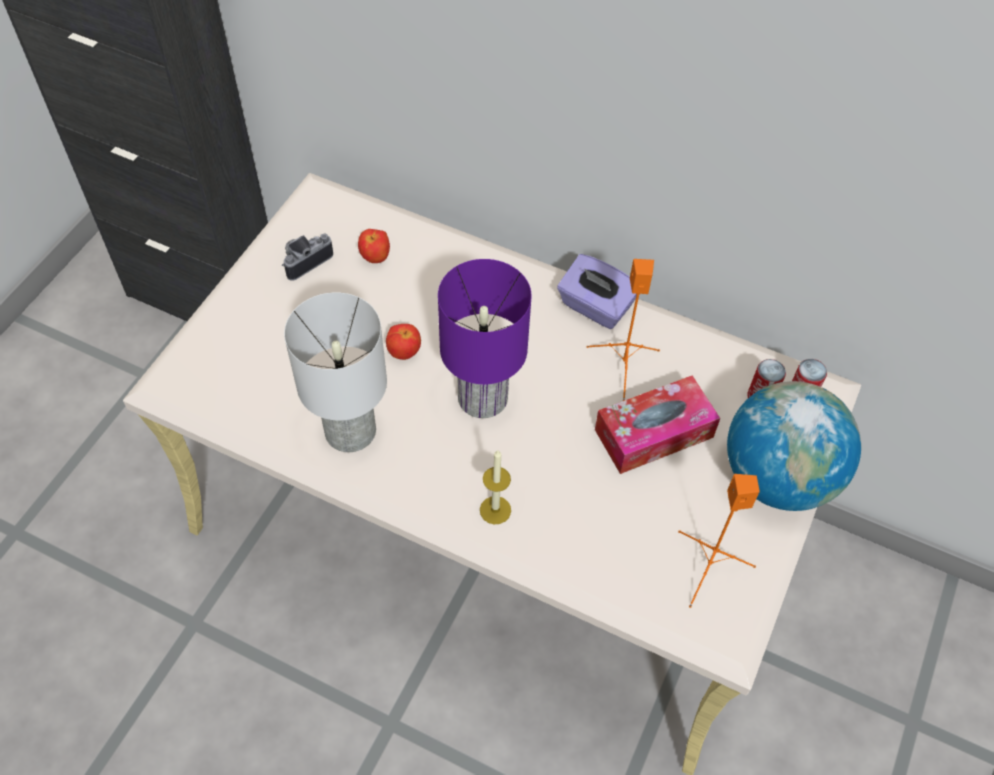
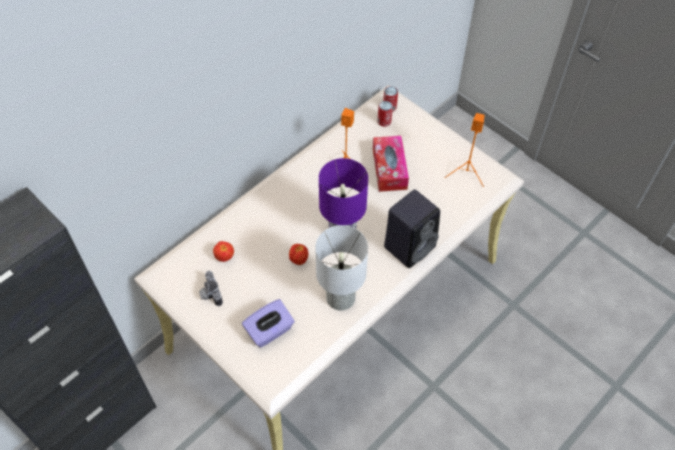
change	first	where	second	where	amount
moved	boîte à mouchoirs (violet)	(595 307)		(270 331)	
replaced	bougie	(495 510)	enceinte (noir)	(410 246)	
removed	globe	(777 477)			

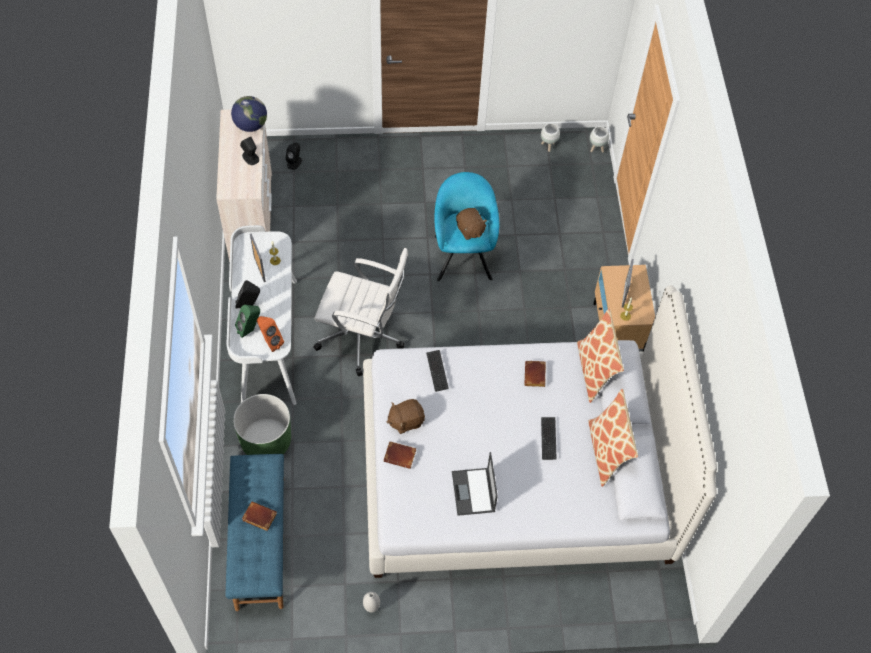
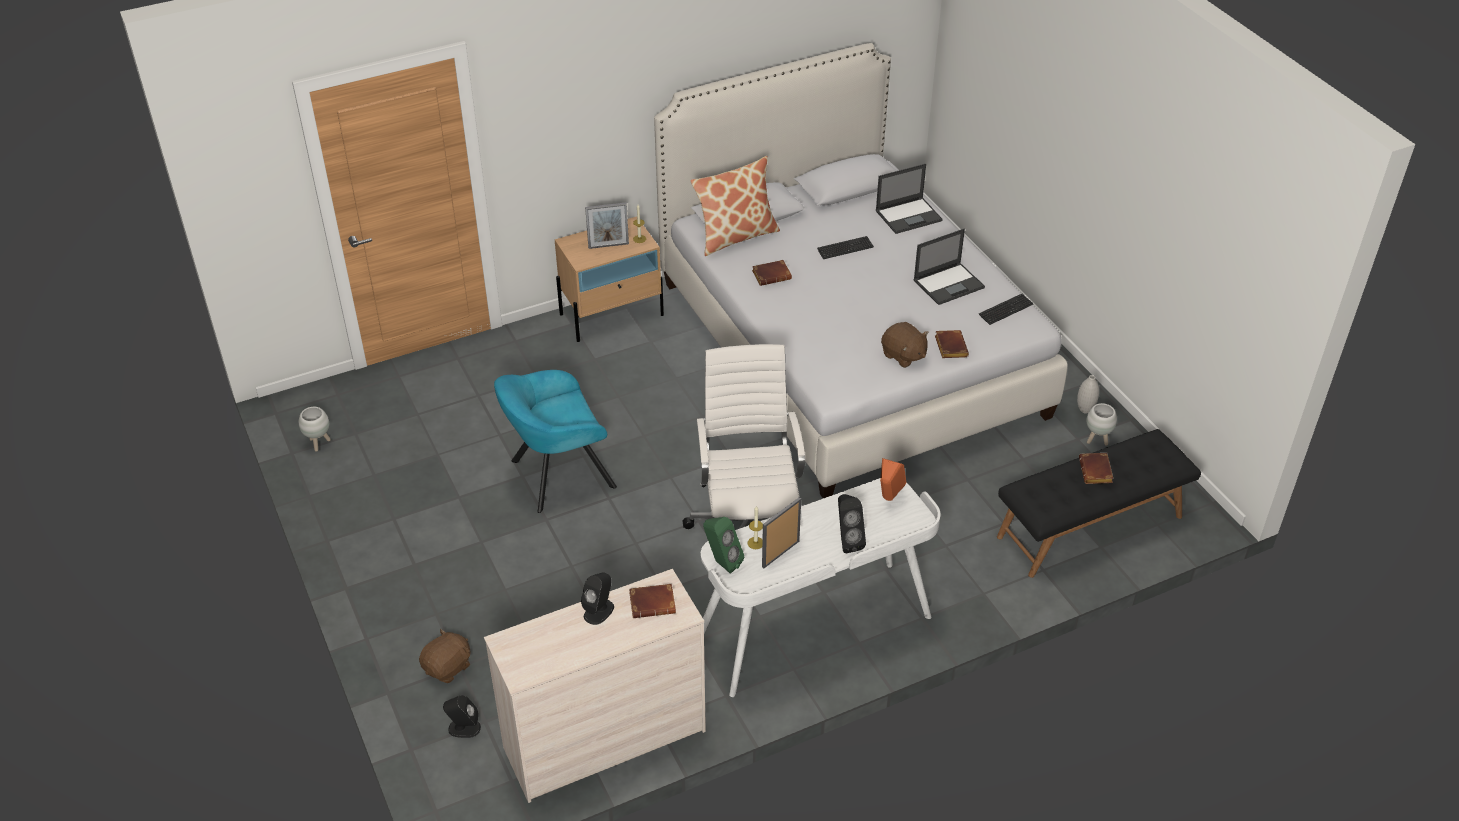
change	first	where	second	where	amount
moved	peluche (marron)	(470 230)		(448 667)	
added			livre (marron)	(653 603)	
moved	enceinte (vert)	(250 330)		(722 562)	
added			ordinateur portable	(909 215)	
moved	clavier	(437 371)		(1005 310)	
recoloured	banc (bleu)	(259 542)	banc (noir)	(1090 527)	
moved	cache-pot (blanc)	(596 149)		(1097 440)	
removed	globe	(251 125)			
removed	cache-pot (vert)	(266 441)			
removed	coussin	(607 452)			

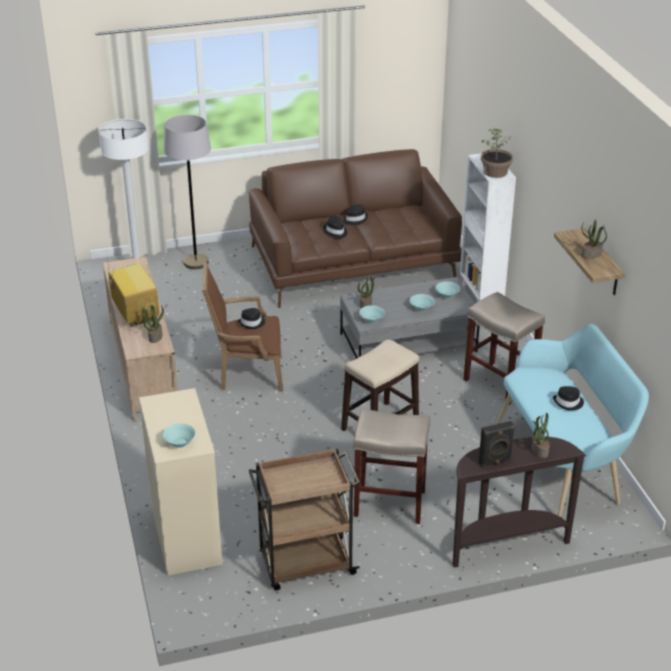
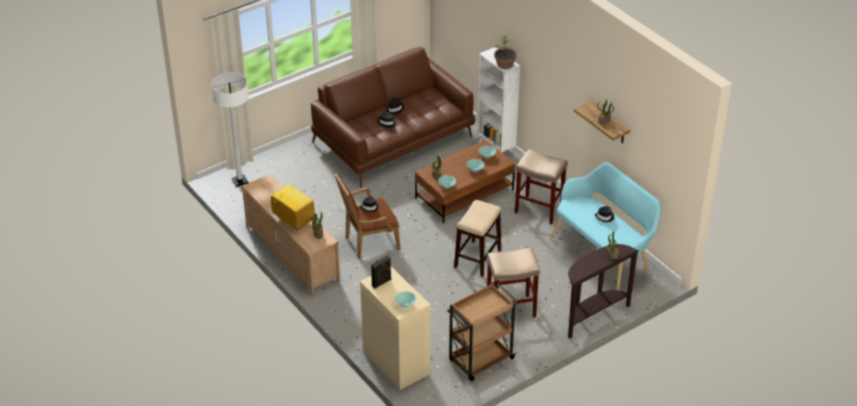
change	first	where	second	where	amount
moved	enceinte (noir)	(495 462)		(382 283)	
recoloured	table basse (gris)	(408 343)	table basse (marron)	(464 194)	
removed	lampadaire (gris)	(196 262)			

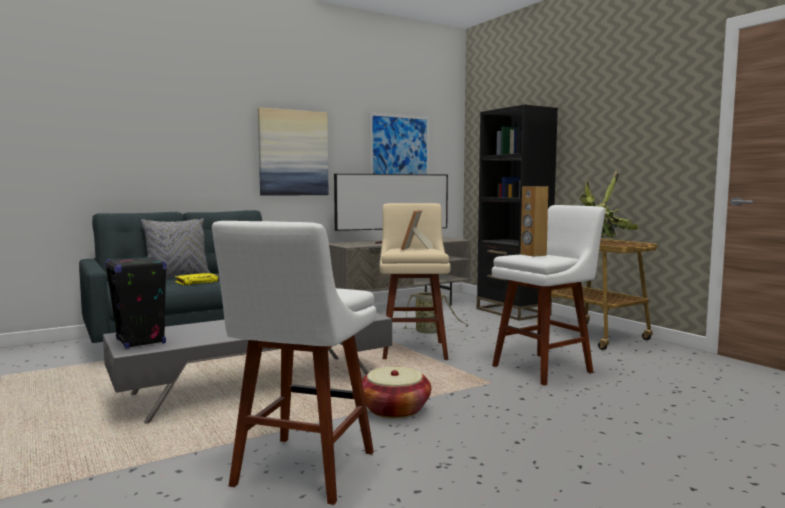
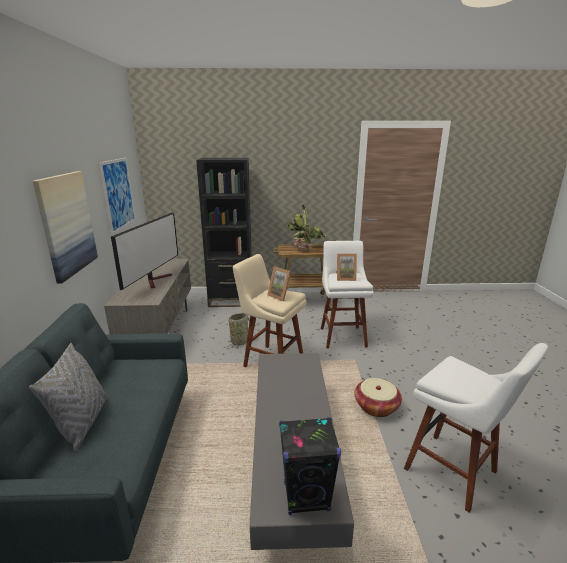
change	first	where	second	where	amount
replaced	enceinte (marron)	(533 255)	cadre photo	(345 278)	
removed	livre (jaune)	(197 282)			

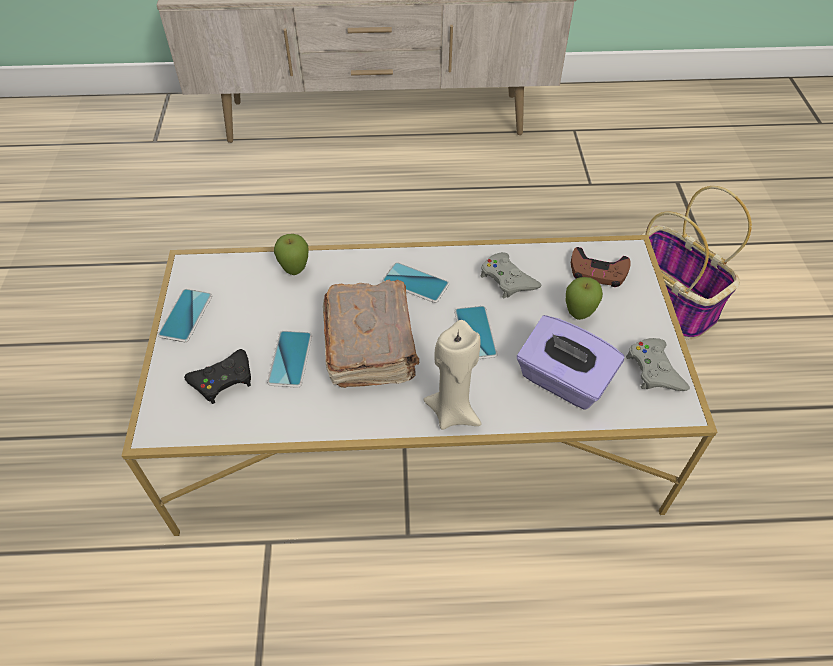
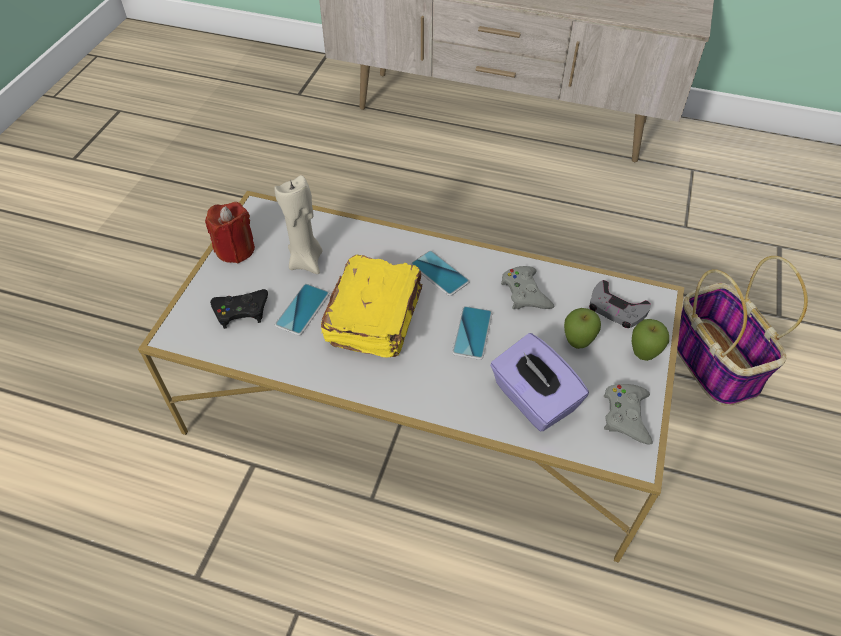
change	first	where	second	where	amount
replaced	téléphone	(186 316)	bougie (rouge)	(235 249)	
moved	bougie (beige)	(453 412)		(306 261)	
recoloured	livre (marron)	(371 345)	livre (jaune)	(376 317)	
recoloured	manette (marron)	(598 271)	manette (gris)	(616 309)	
moved	pomme	(295 271)		(643 355)	

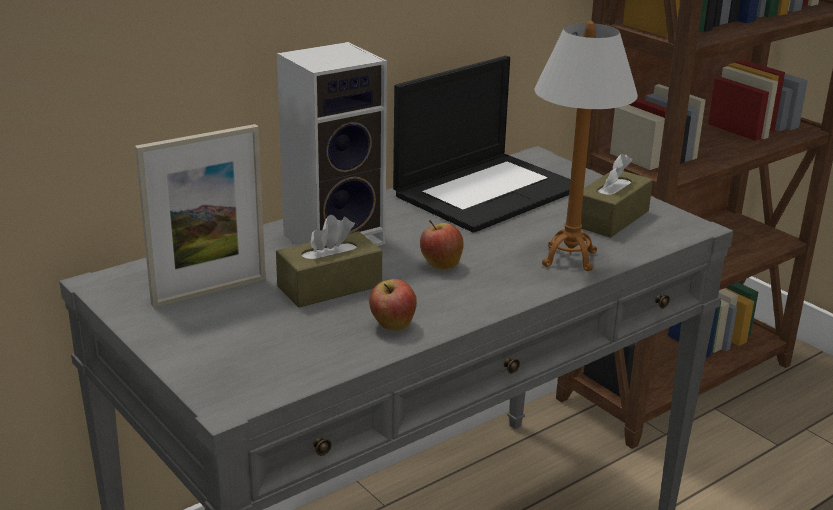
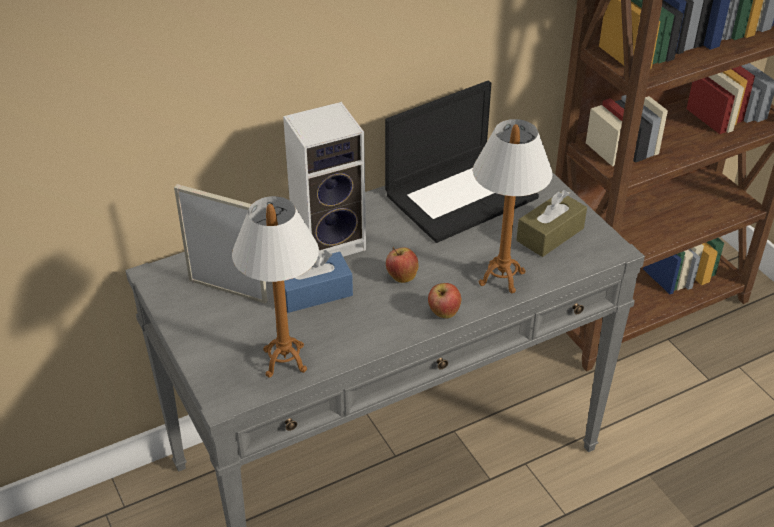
change	first	where	second	where	amount
turned	cadre photo	(209 291)		(228 290)	135 degrees counterclockwise
added			lampe de table	(285 361)	
recoloured	boîte à mouchoirs (marron)	(329 286)	boîte à mouchoirs (bleu)	(314 293)	
moved	pomme	(392 326)		(443 313)	

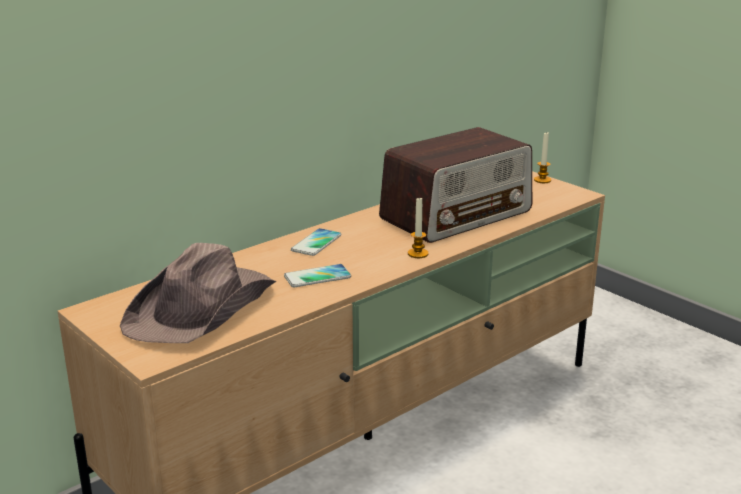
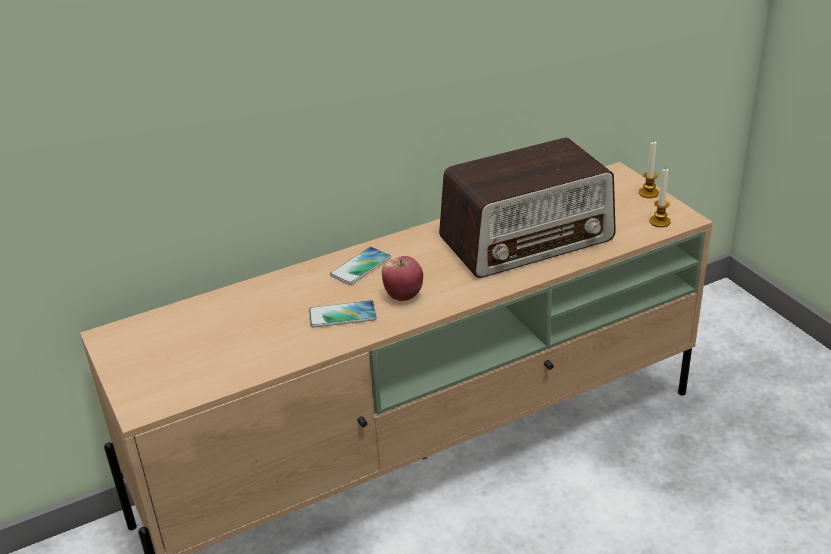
change	first	where	second	where	amount
added			pomme	(403 295)	
moved	bougie	(418 254)		(659 222)	
removed	chapeau (marron)	(203 308)			

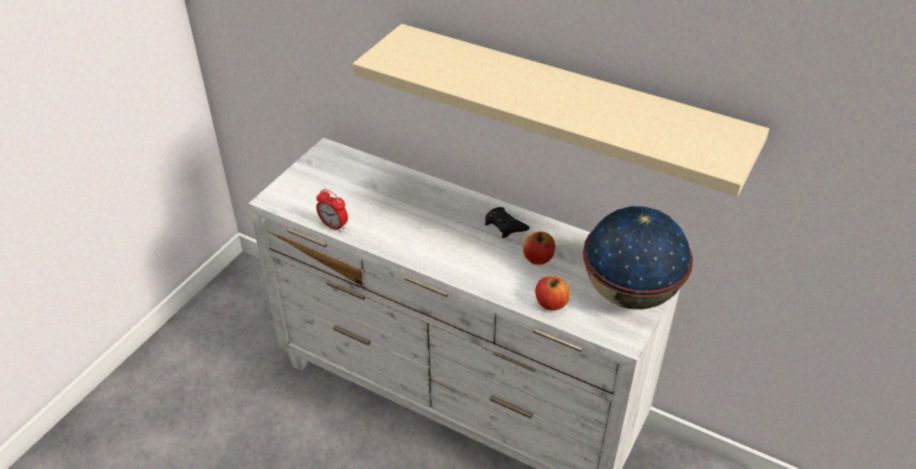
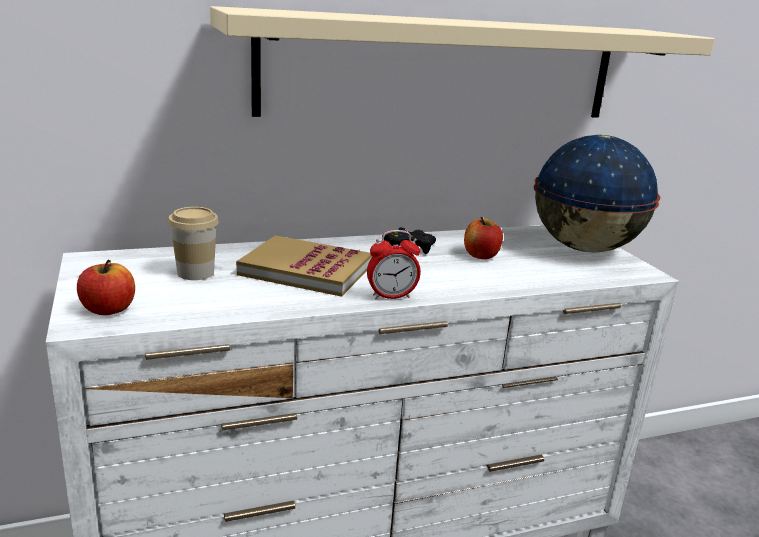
change	first	where	second	where	amount
moved	pomme	(551 303)		(108 309)	
added			tasse	(195 273)	
added			livre	(306 270)	
moved	réveil	(333 225)		(391 296)	

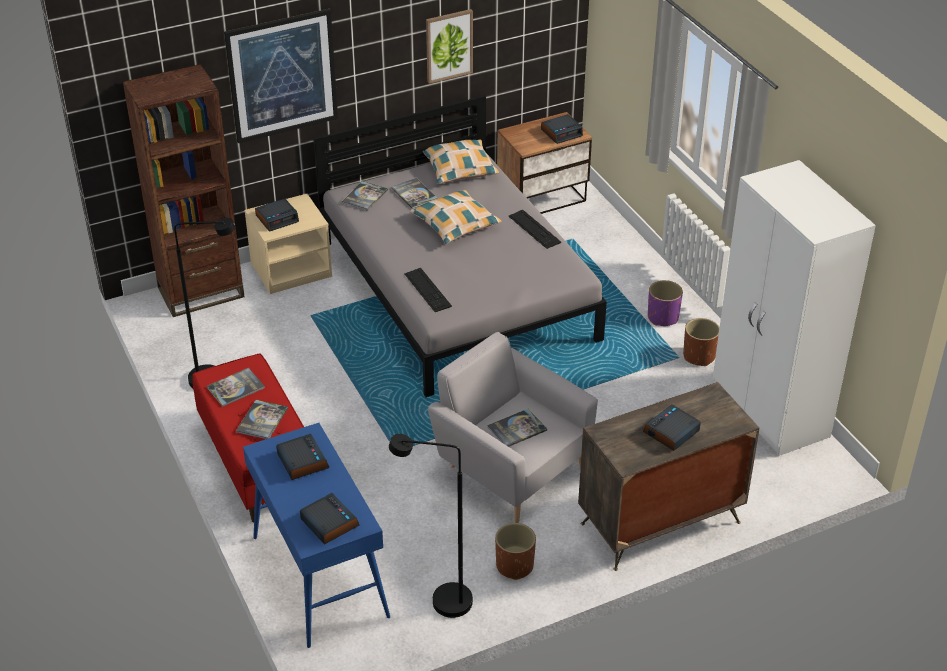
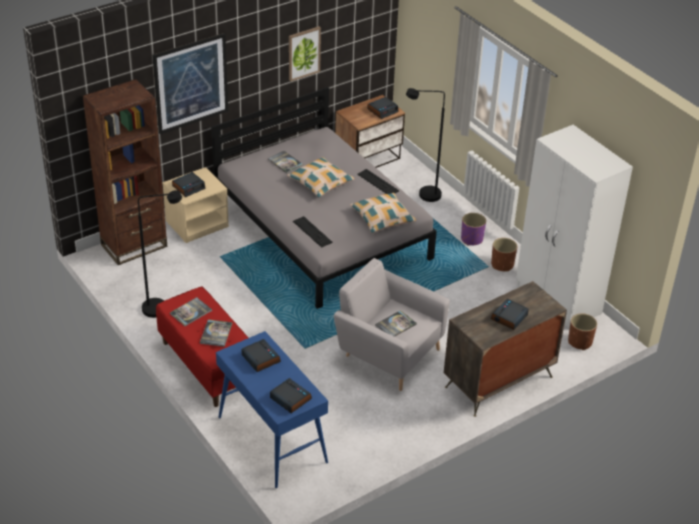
change	first	where	second	where	amount
moved	coussin	(459 168)		(382 218)	
moved	lampadaire (noir)	(440 602)		(423 195)	
moved	cache-pot (marron)	(514 566)		(579 342)	
removed	livre	(365 196)			

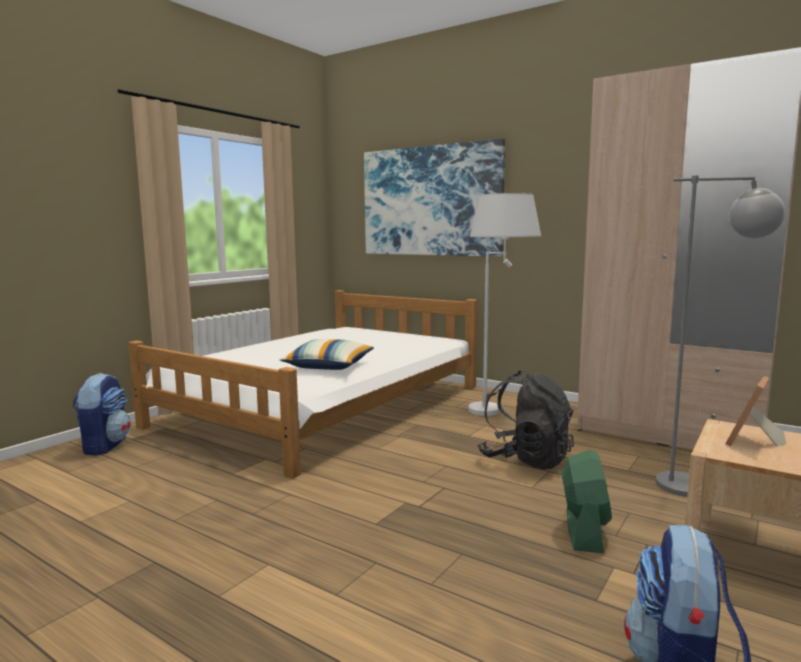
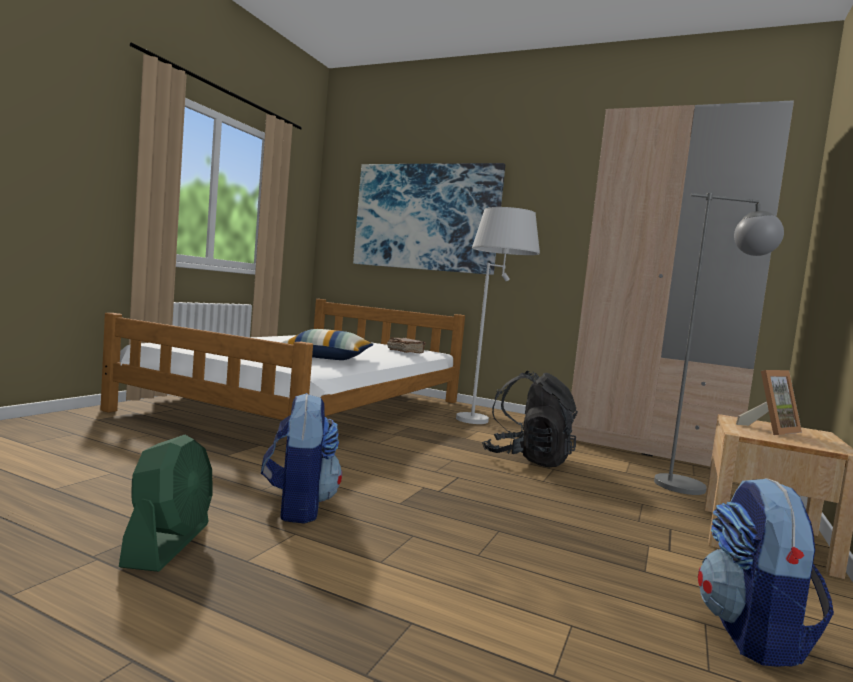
change	first	where	second	where	amount
moved	ventilateur (vert)	(584 530)		(168 544)	
moved	sac à dos	(105 446)		(298 507)	
added			livre (marron)	(405 352)	
turned	cadre photo	(752 442)		(770 430)	150 degrees counterclockwise

